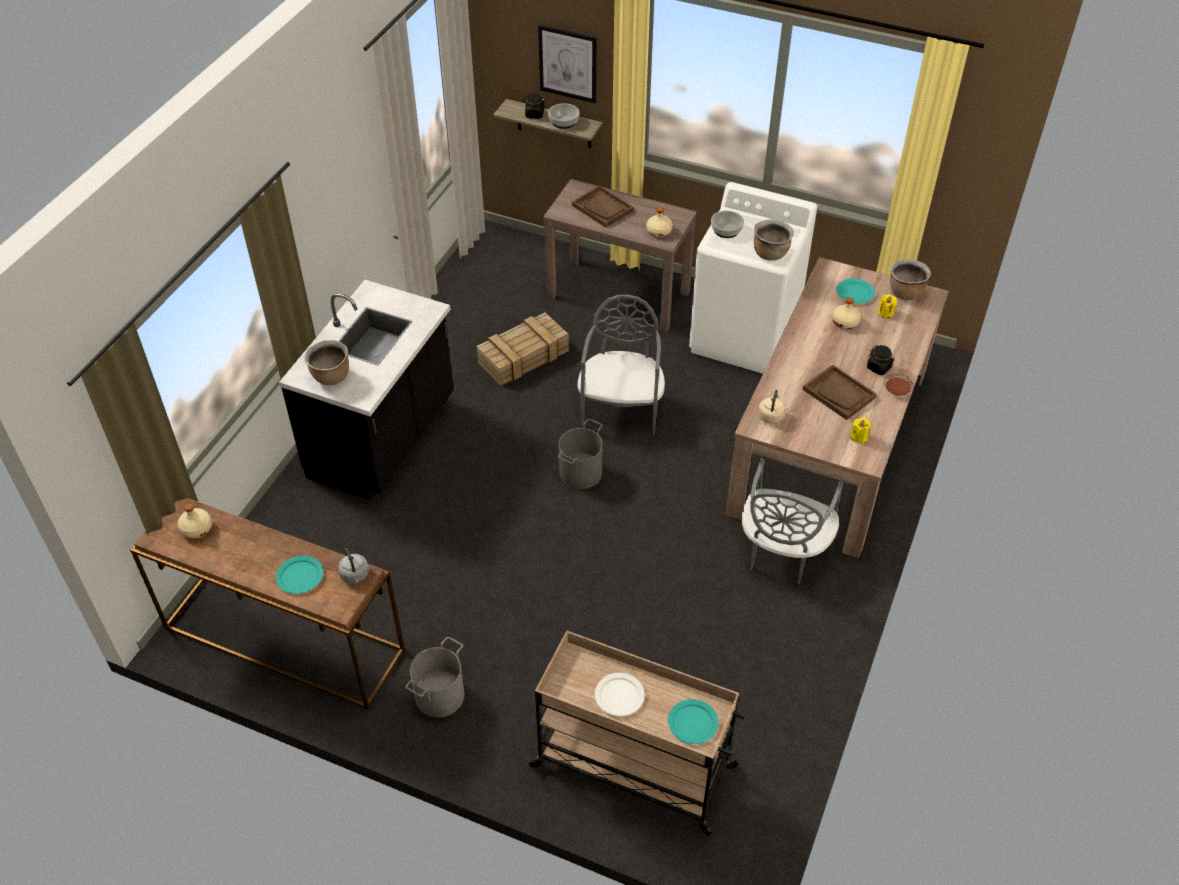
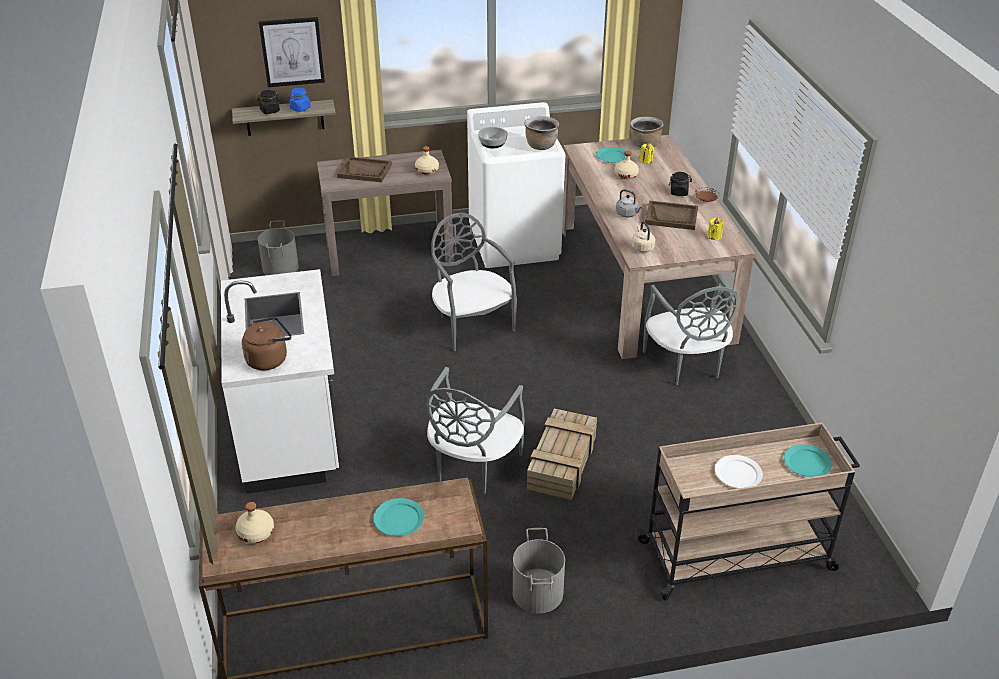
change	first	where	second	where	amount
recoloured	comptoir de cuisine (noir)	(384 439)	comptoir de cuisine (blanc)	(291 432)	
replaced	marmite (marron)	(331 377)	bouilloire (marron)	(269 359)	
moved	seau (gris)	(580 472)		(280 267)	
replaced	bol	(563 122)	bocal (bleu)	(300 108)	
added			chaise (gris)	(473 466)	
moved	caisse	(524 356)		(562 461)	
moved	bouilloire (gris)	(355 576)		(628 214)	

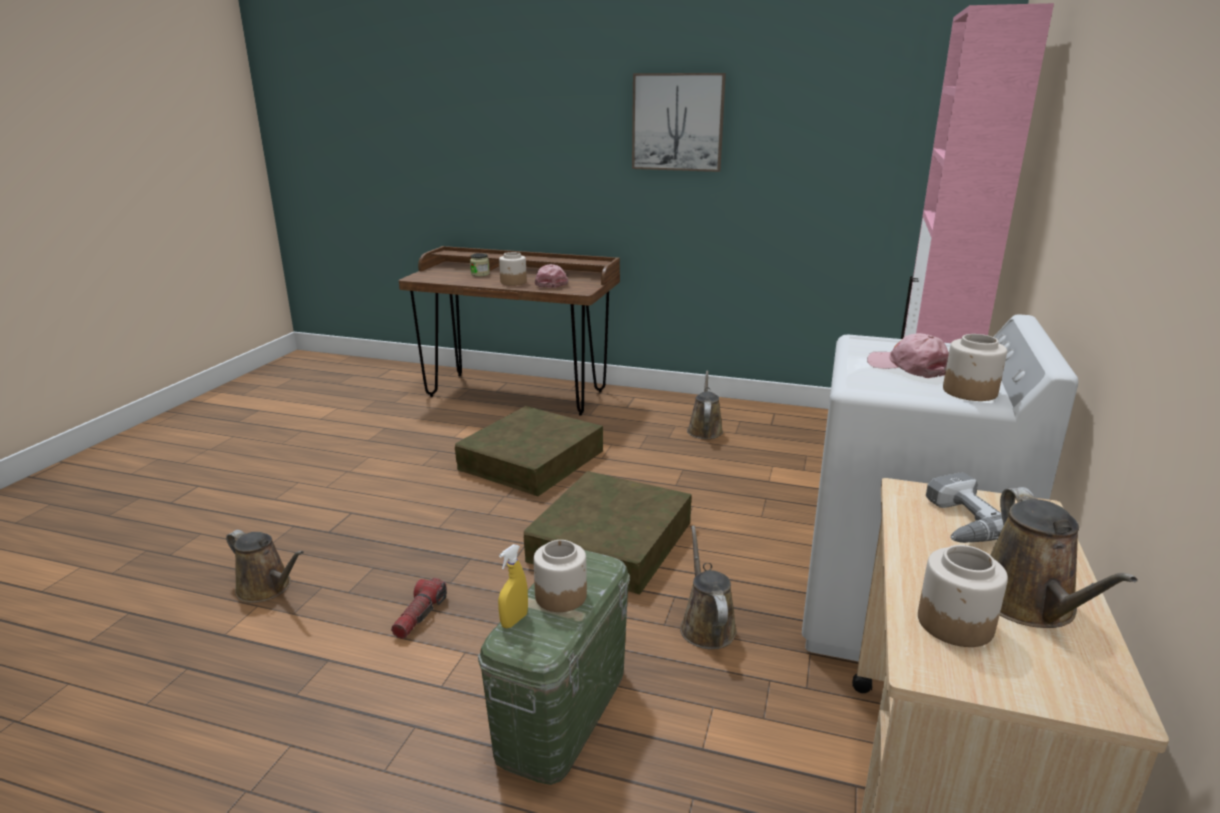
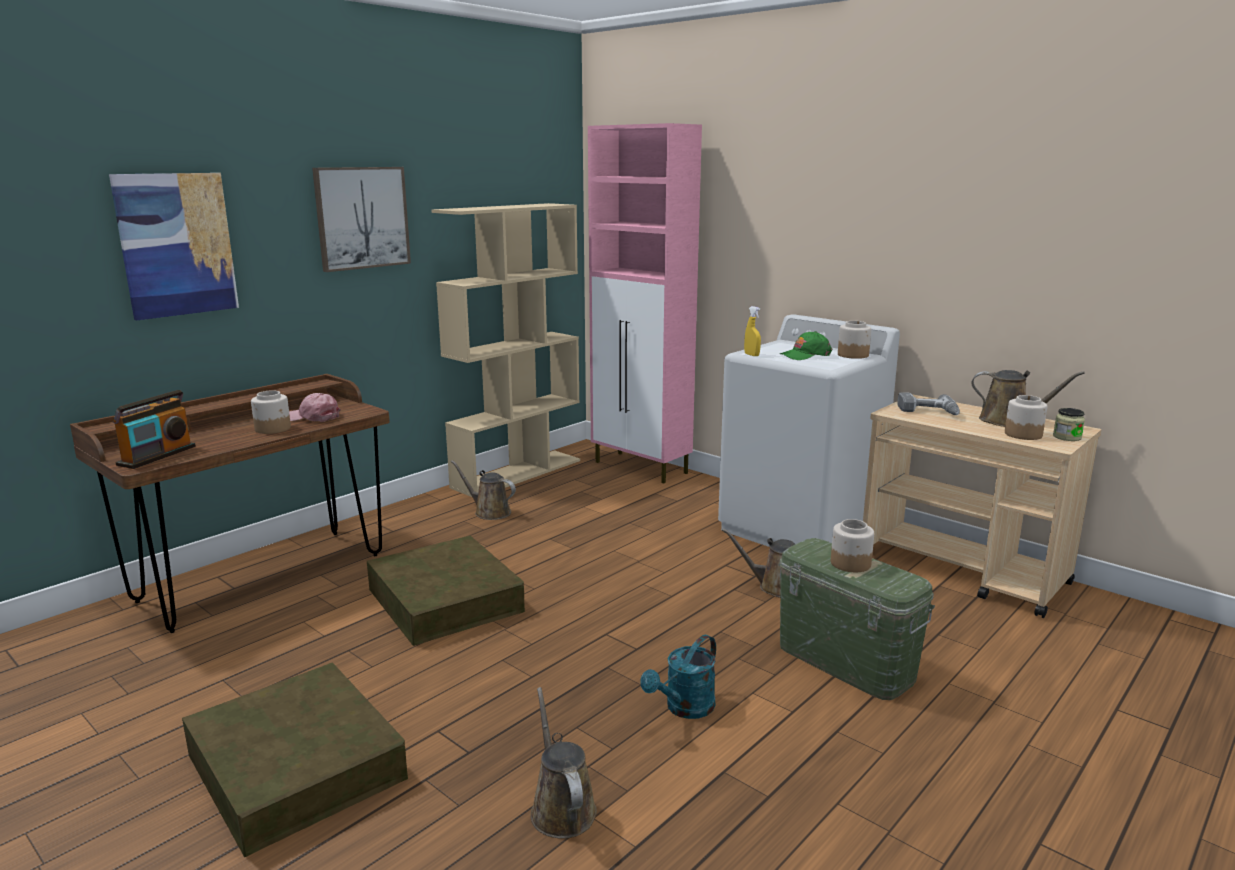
change	first	where	second	where	amount
added			tableau	(176 245)	
added			radio	(157 456)	
moved	boîte de rangement (marron)	(611 541)		(296 766)	
added			bibliothèque (beige)	(517 473)	
turned	arrosoir (marron)	(267 588)		(561 808)	75 degrees counterclockwise
replaced	lampe de poche	(419 616)	arrosoir (turquoise)	(684 709)	
moved	vaporisateur (jaune)	(514 620)		(751 355)	
recoloured	casquette (rose)	(908 367)	casquette (vert)	(805 355)	
moved	bocal	(480 274)		(1067 437)	

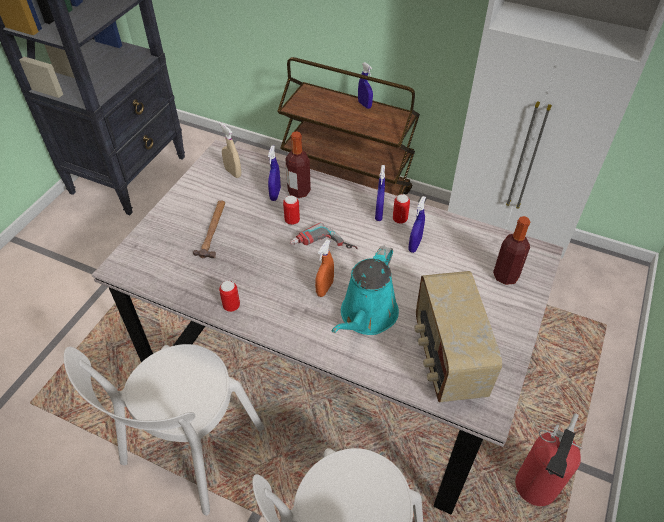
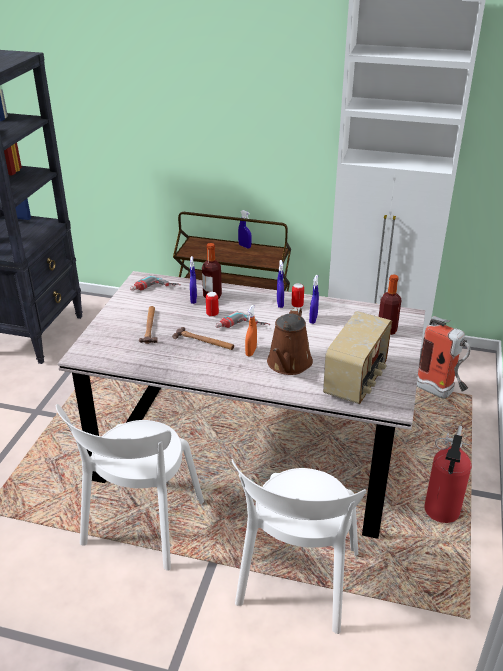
change	first	where	second	where	amount
replaced	vaporisateur (beige)	(233 172)	perceuse	(154 289)	
added			marteau	(204 341)	
recoloured	arrosoir (turquoise)	(366 316)	arrosoir (marron)	(288 364)	
turned	radio	(447 358)		(356 381)	135 degrees counterclockwise
added			extincteur	(440 393)	
removed	boîte métallique	(231 306)			

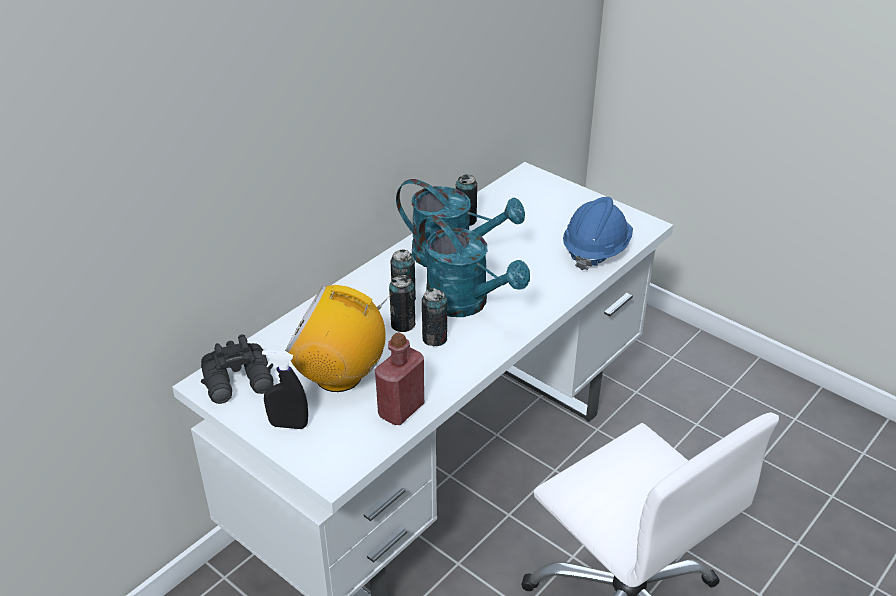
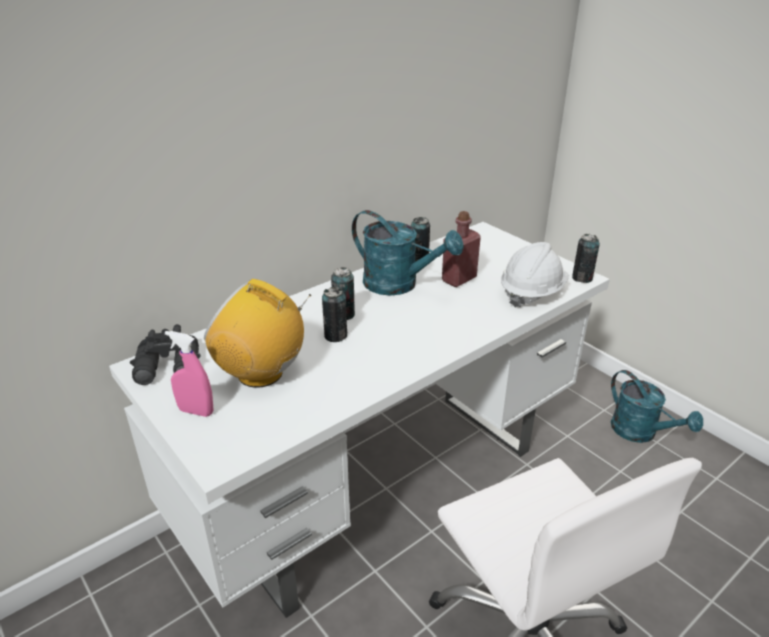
change	first	where	second	where	amount
recoloured	vaporisateur (noir)	(288 425)	vaporisateur (rose)	(196 411)	
moved	bouteille (rouge)	(401 410)		(459 279)	
recoloured	casque de chantier (bleu)	(595 250)	casque de chantier (blanc)	(532 292)	
moved	boîte métallique	(434 339)		(582 278)	
moved	arrosoir (turquoise)	(466 304)		(641 433)	

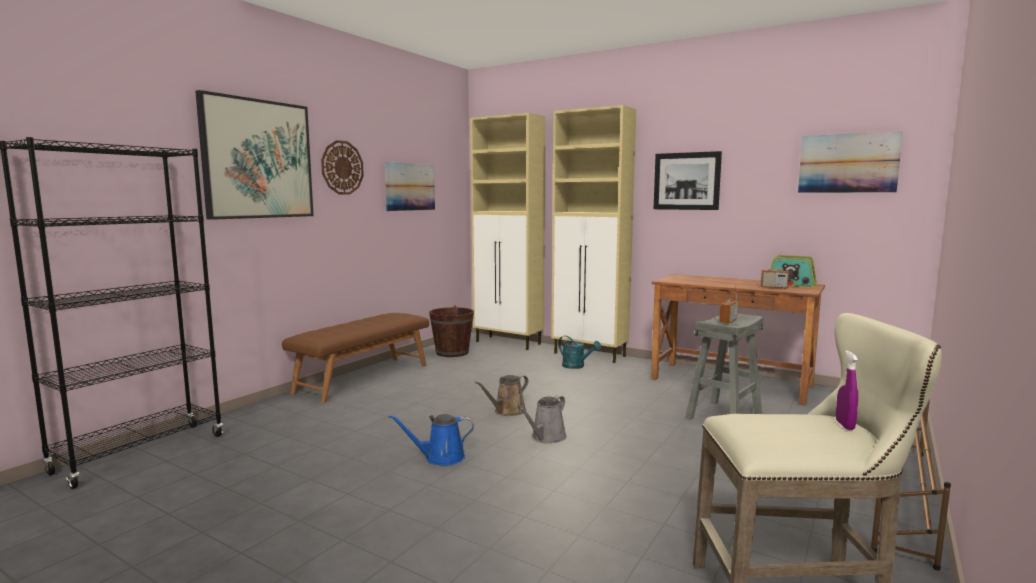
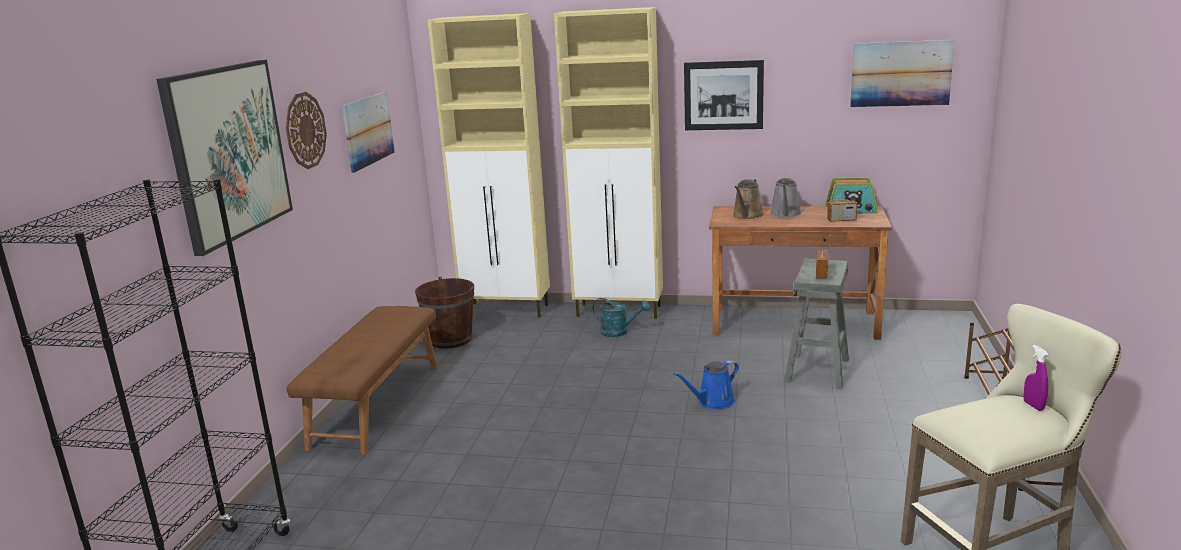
change	first	where	second	where	amount
moved	arrosoir (bleu)	(440 458)		(713 402)	
moved	arrosoir (marron)	(507 411)		(747 215)	
moved	arrosoir (gris)	(546 438)		(785 214)	

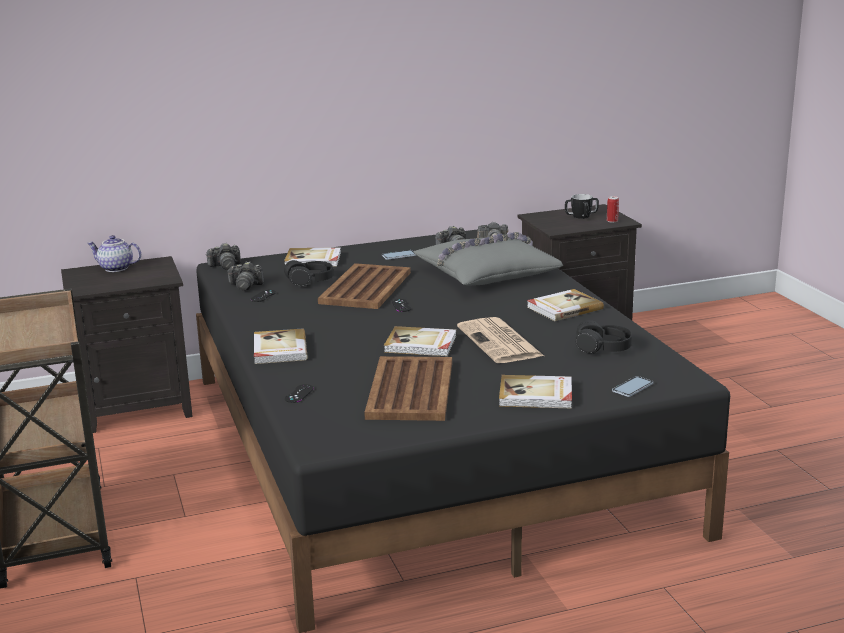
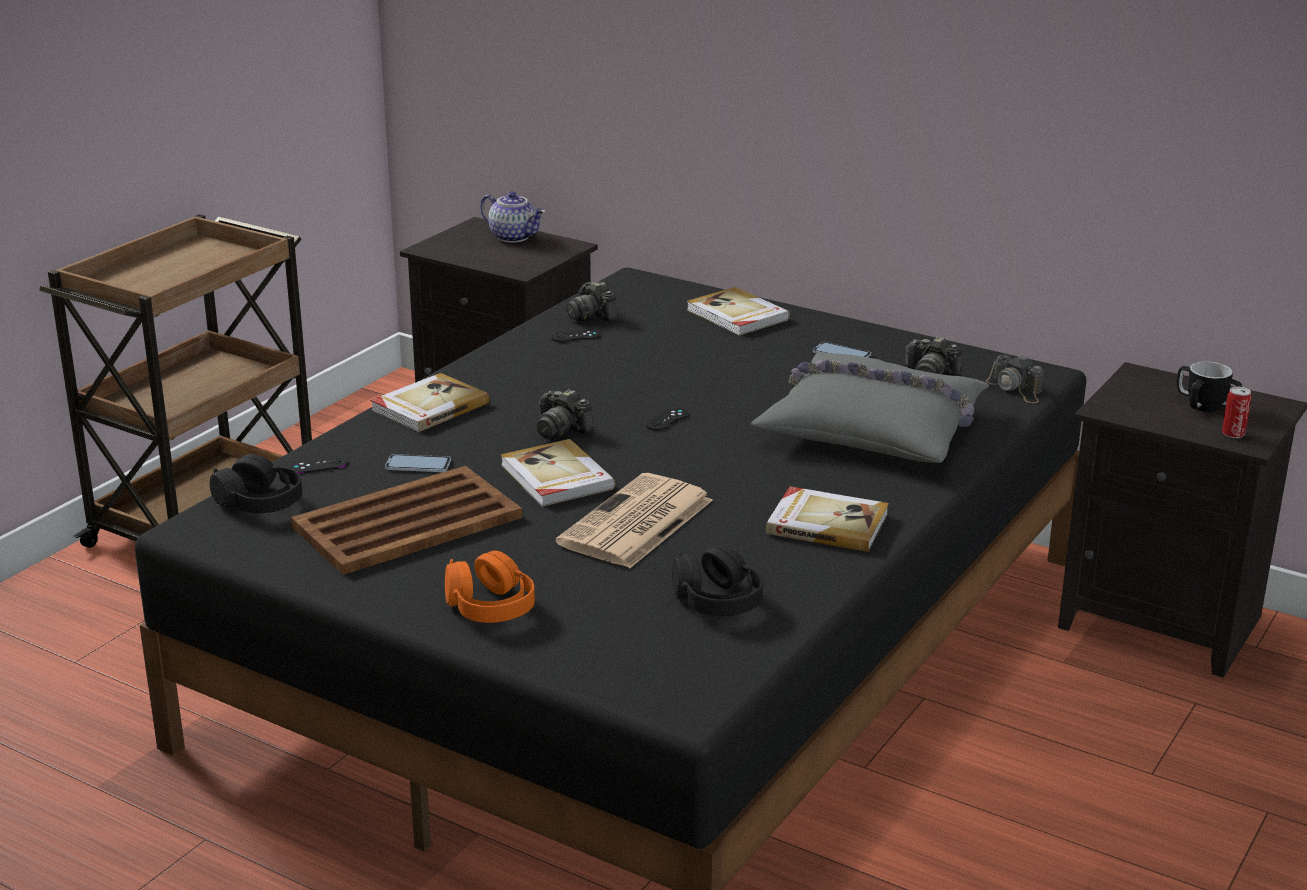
change	first	where	second	where	amount
moved	casque audio (noir)	(310 281)		(259 502)	
moved	téléphone	(632 387)		(418 464)	
replaced	livre	(536 395)	casque audio (orange)	(490 606)	
turned	théière	(115 268)		(514 237)	150 degrees clockwise
moved	appareil photo	(225 266)		(560 430)	
removed	plateau (marron)	(366 287)			

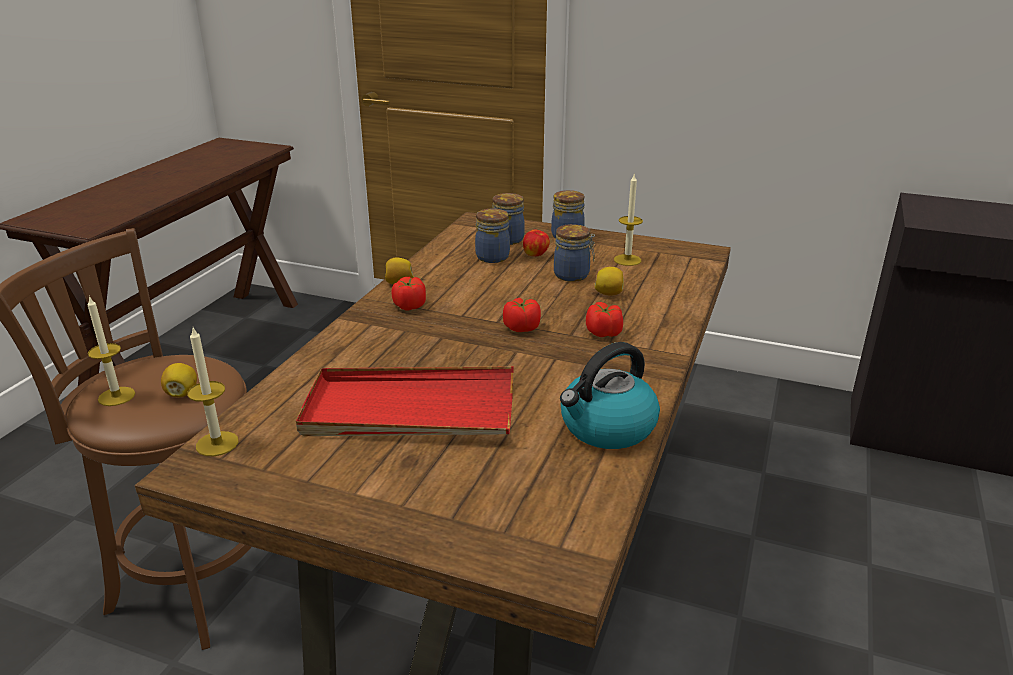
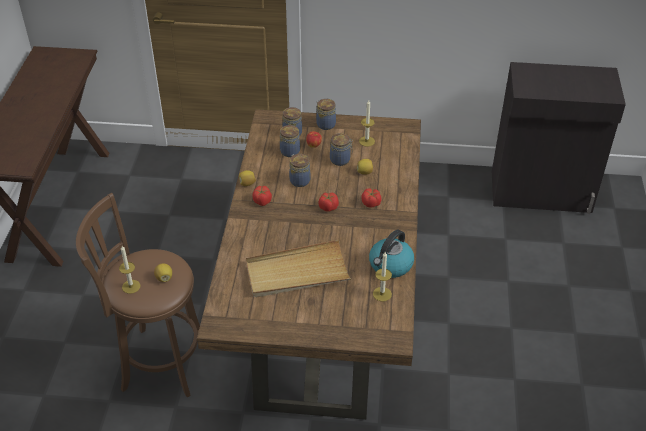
change	first	where	second	where	amount
recoloured	plateau (rouge)	(409 410)	plateau (beige)	(297 272)	
added			bocal	(299 180)	
moved	bougie	(217 444)		(382 294)	

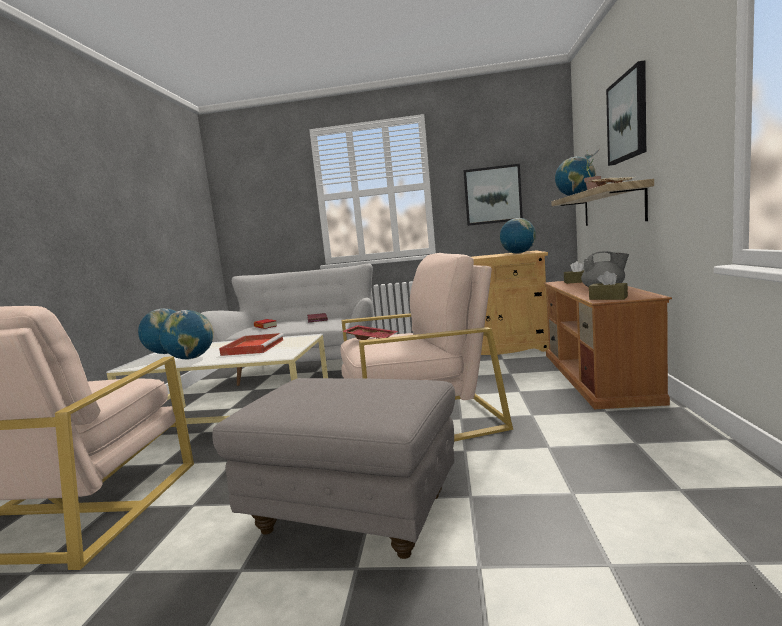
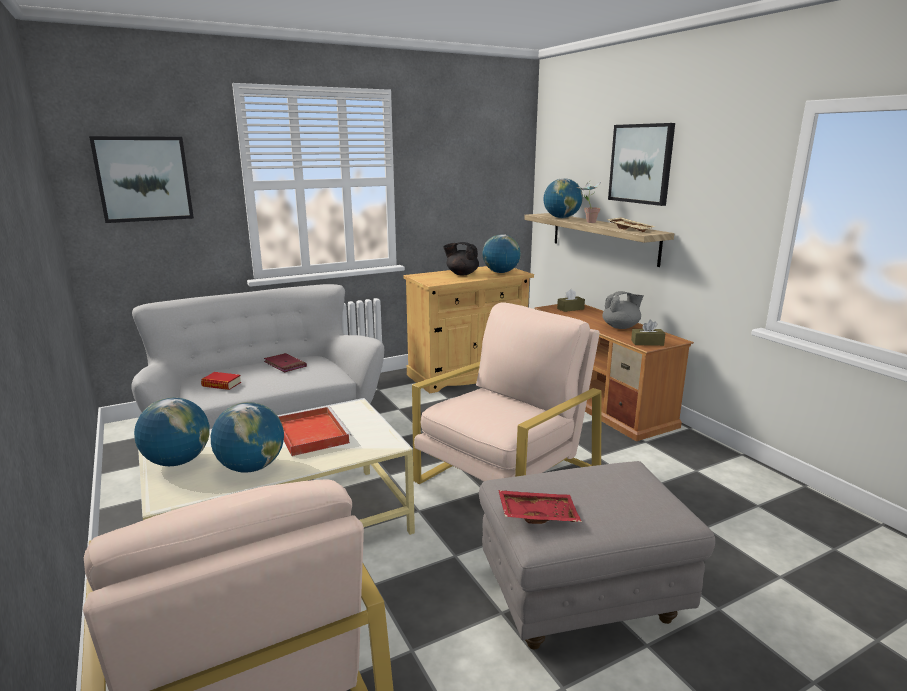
change	first	where	second	where	amount
moved	tableau	(492 195)		(143 179)	
added			théière (noir)	(461 274)	
moved	plateau (rouge)	(371 338)		(537 514)	

